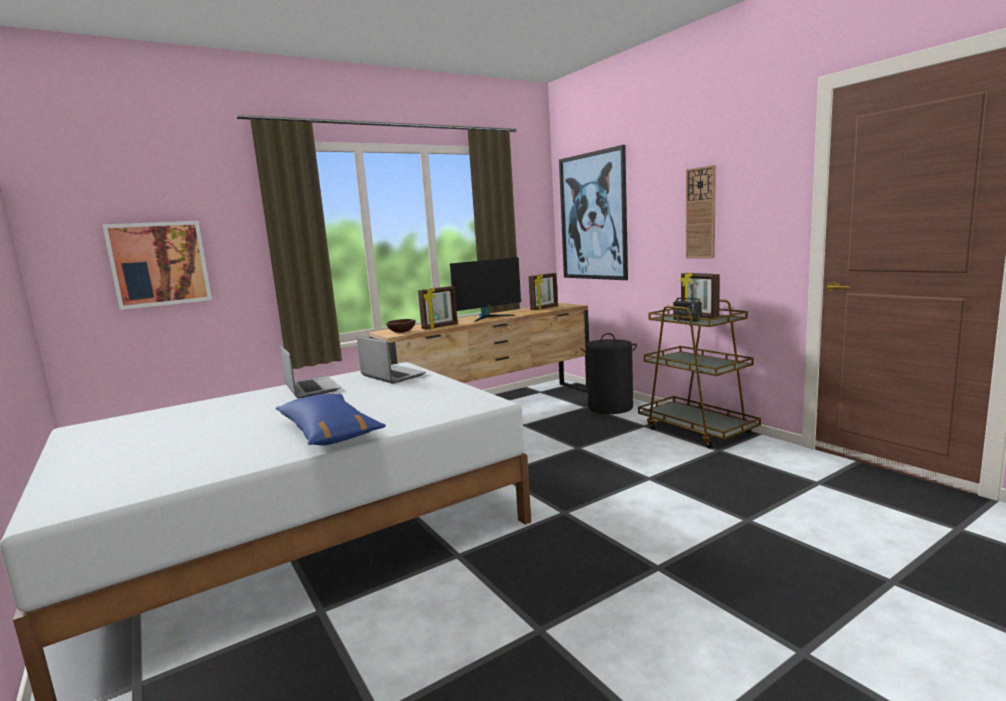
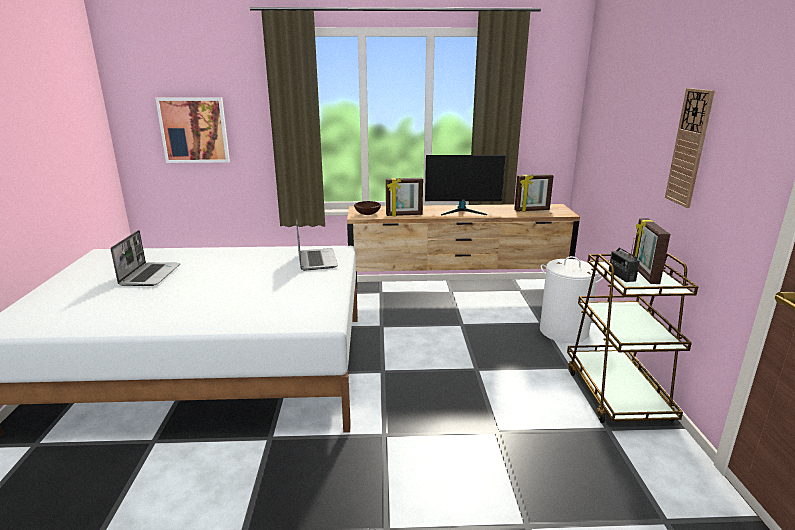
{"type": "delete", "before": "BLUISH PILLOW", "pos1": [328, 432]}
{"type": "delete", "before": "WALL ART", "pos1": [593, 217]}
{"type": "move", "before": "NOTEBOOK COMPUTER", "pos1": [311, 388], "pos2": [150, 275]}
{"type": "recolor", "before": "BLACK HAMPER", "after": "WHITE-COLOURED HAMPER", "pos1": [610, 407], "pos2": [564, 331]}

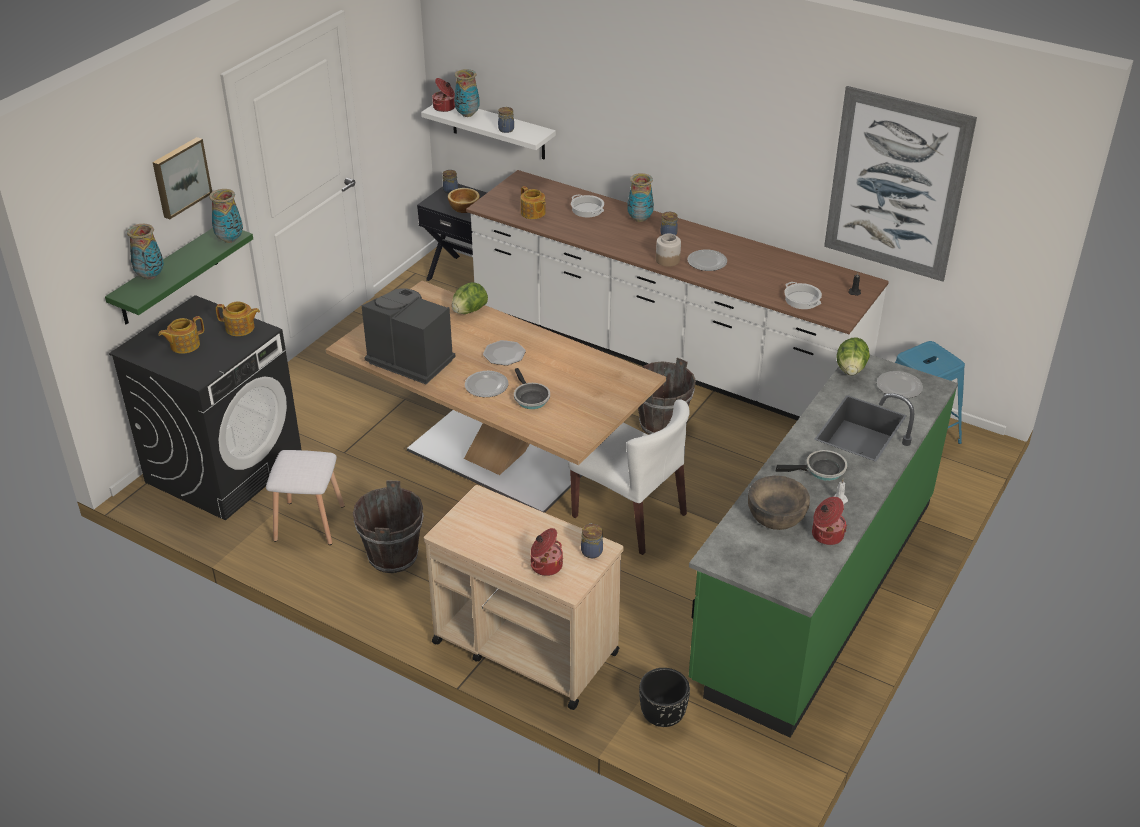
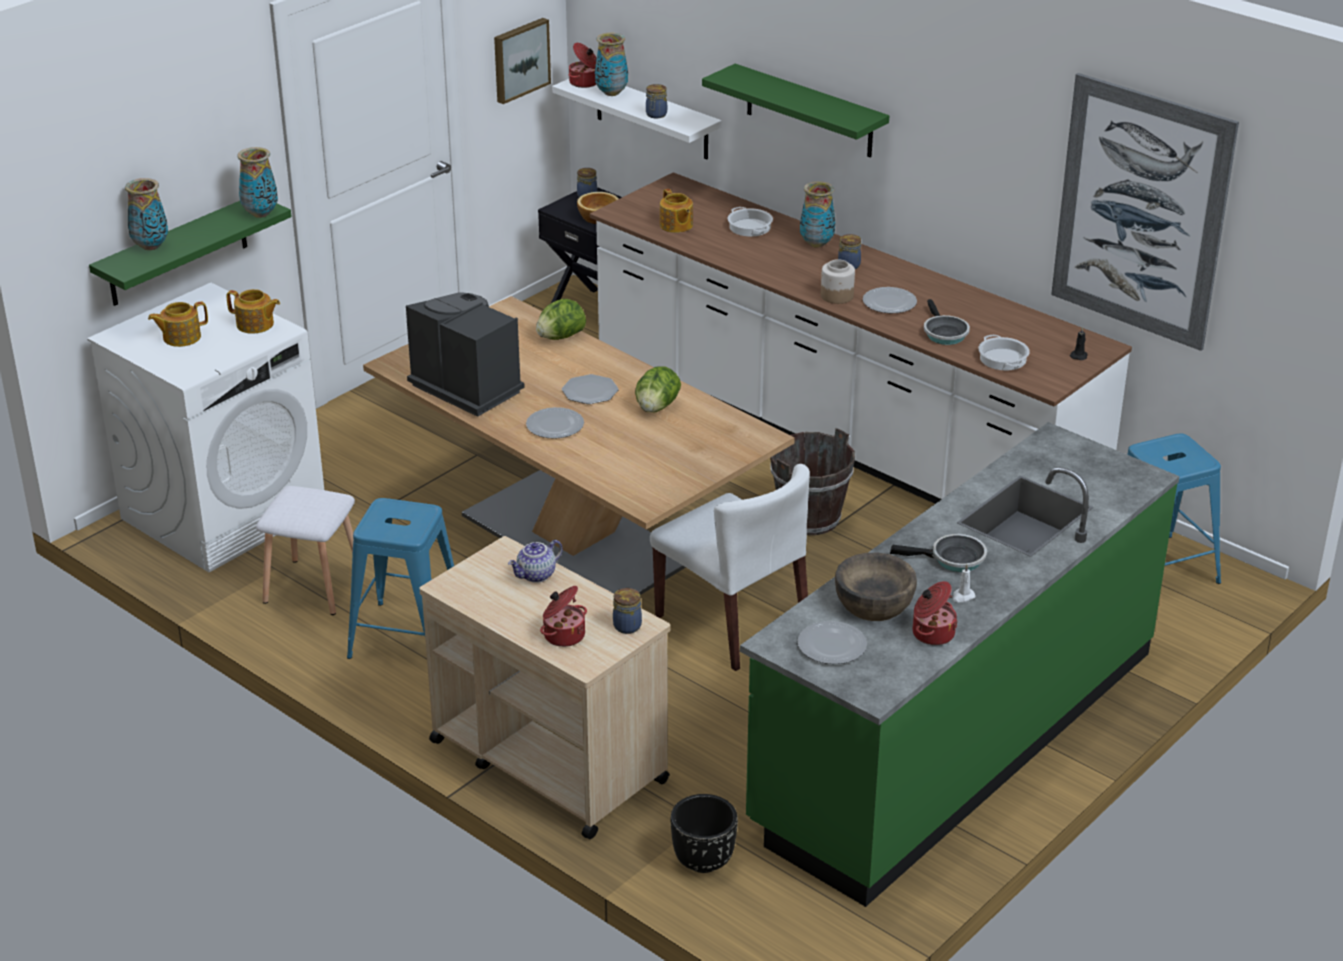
{"type": "insert", "after": "TEA POT", "pos2": [536, 575]}
{"type": "insert", "after": "GREENISH SHELF", "pos2": [809, 111]}
{"type": "move", "before": "WALL ART", "pos1": [180, 177], "pos2": [520, 59]}
{"type": "move", "before": "FRYING PAN", "pos1": [530, 398], "pos2": [944, 333]}
{"type": "move", "before": "LETTUCE HEAD", "pos1": [851, 369], "pos2": [657, 408]}
{"type": "move", "before": "FLAT DISH", "pos1": [899, 386], "pos2": [831, 645]}
{"type": "replace", "before": "BROWN-COLOURED PAIL", "after": "BLUISH STOOL", "pos1": [392, 556], "pos2": [408, 636]}
{"type": "recolor", "before": "BLACK WASHING MACHINE", "after": "WHITE-COLOURED WASHING MACHINE", "pos1": [225, 468], "pos2": [224, 512]}

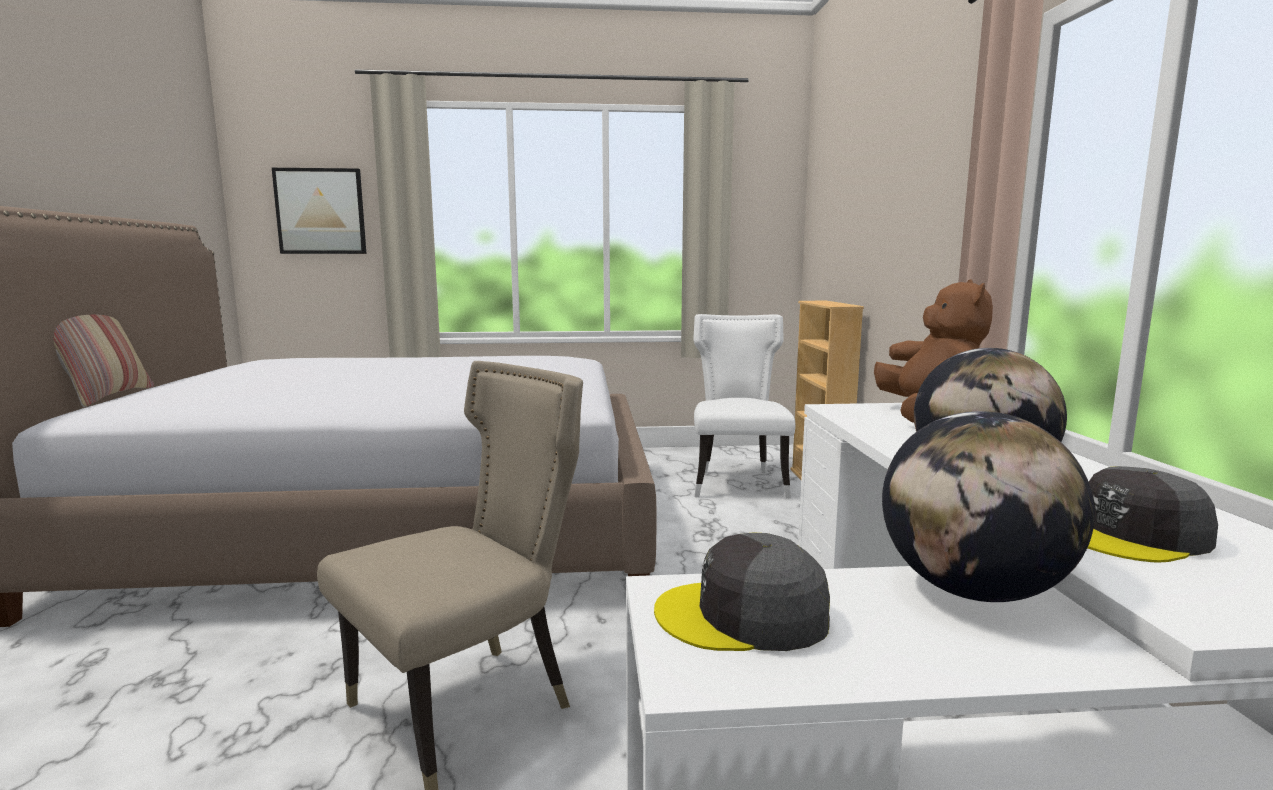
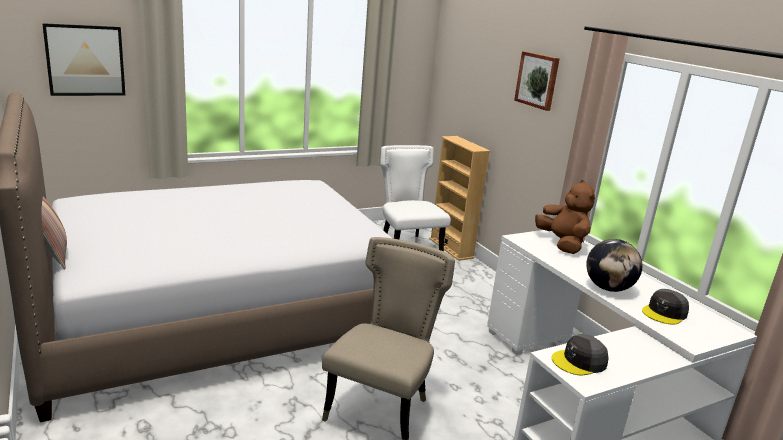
{"type": "delete", "before": "DESK GLOBE", "pos1": [972, 591]}
{"type": "insert", "after": "WALL ART", "pos2": [537, 80]}

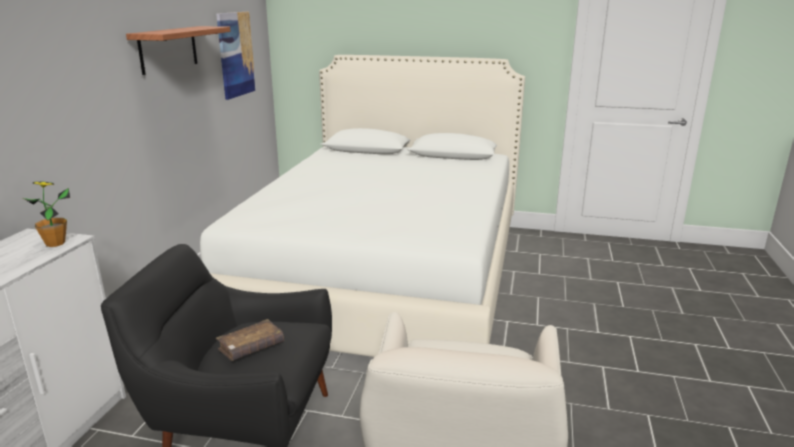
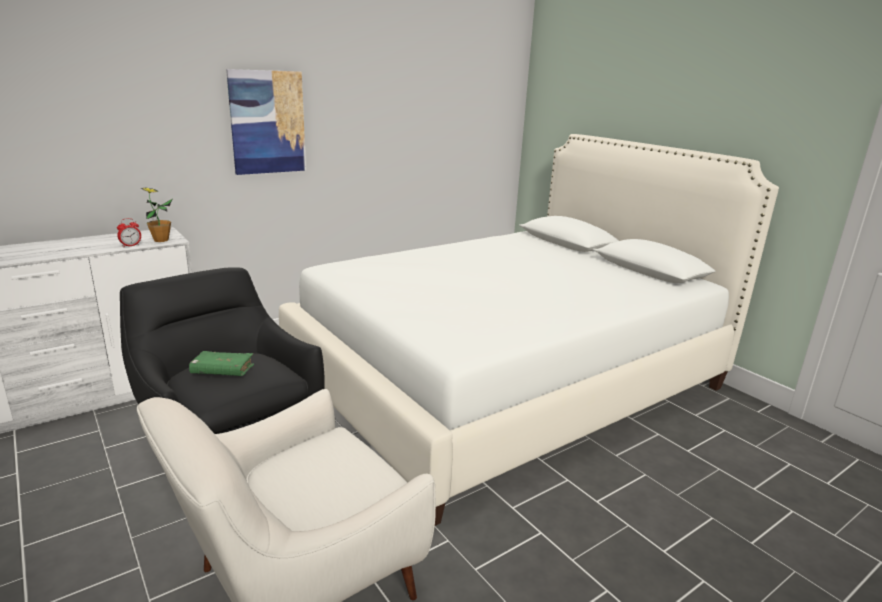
{"type": "delete", "before": "SHELF", "pos1": [168, 49]}
{"type": "insert", "after": "TABLE CLOCK", "pos2": [131, 245]}
{"type": "move", "before": "WALL ART", "pos1": [235, 54], "pos2": [267, 122]}
{"type": "recolor", "before": "BROWN-COLOURED BOOK", "after": "GREENISH BOOK", "pos1": [251, 347], "pos2": [222, 371]}

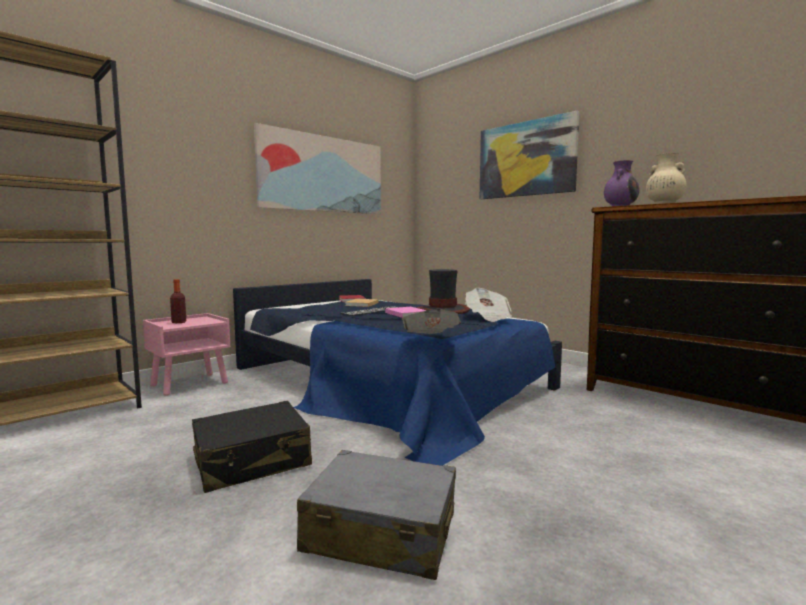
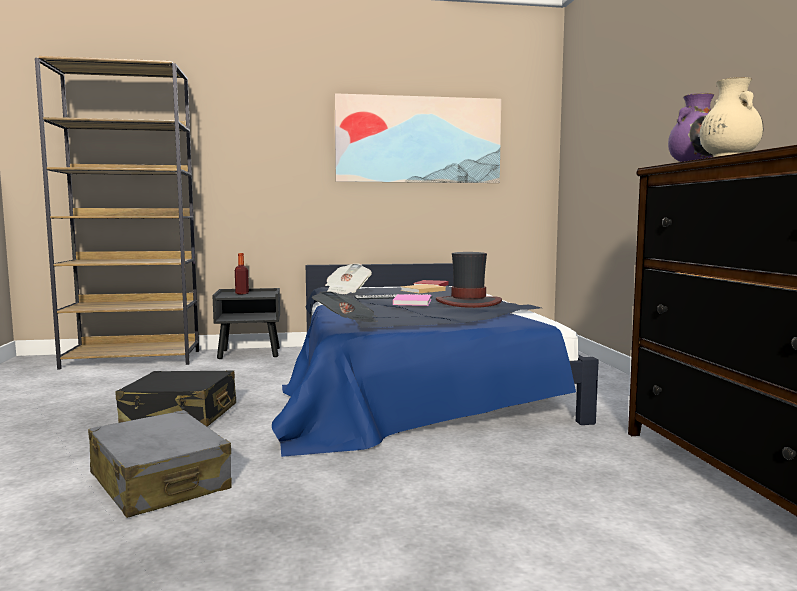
{"type": "delete", "before": "WALL ART", "pos1": [526, 159]}
{"type": "move", "before": "PRINTED PAPER", "pos1": [488, 317], "pos2": [346, 293]}
{"type": "recolor", "before": "PINK BEDSIDE TABLE", "after": "BLACK BEDSIDE TABLE", "pos1": [190, 384], "pos2": [250, 353]}

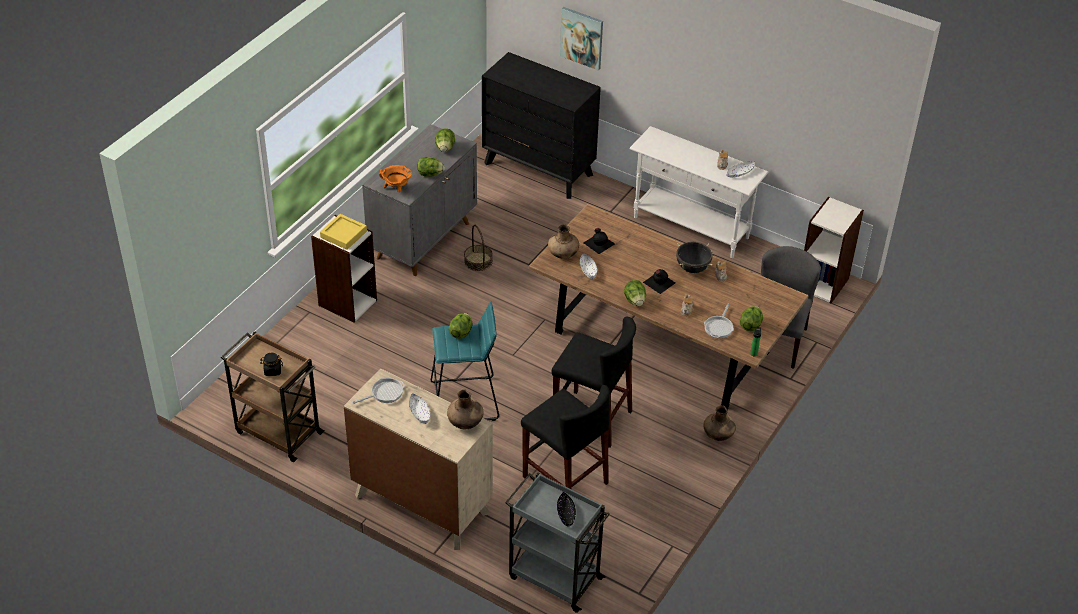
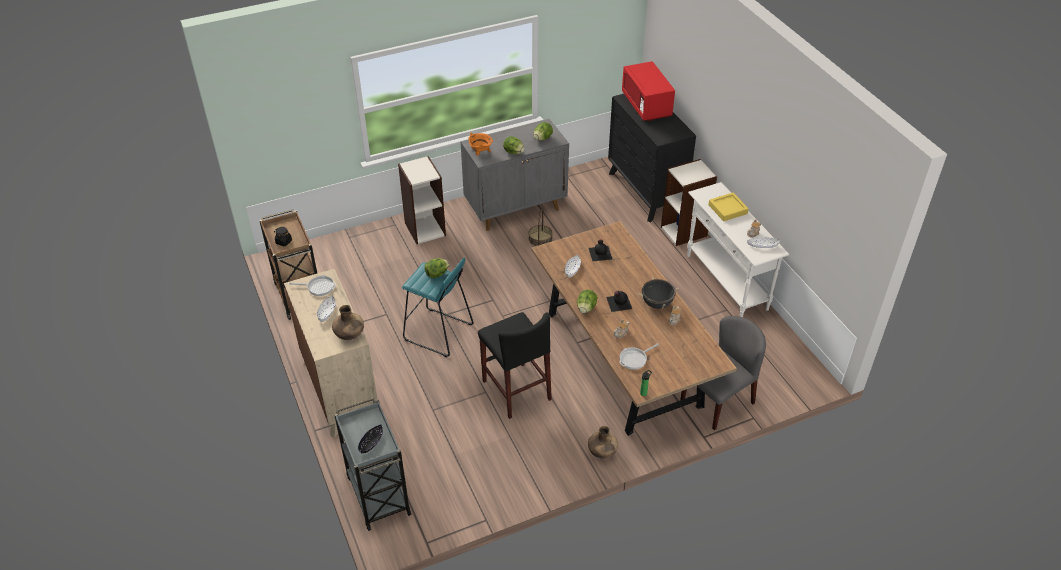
{"type": "delete", "before": "BLACK STOOL", "pos1": [565, 480]}
{"type": "delete", "before": "BROWN-COLOURED DECORATIVE VASE", "pos1": [563, 254]}
{"type": "delete", "before": "WALL ART", "pos1": [582, 37]}
{"type": "delete", "before": "LETTUCE HEAD", "pos1": [750, 325]}
{"type": "insert", "after": "RED-COLOURED MICROWAVE OVEN", "pos2": [646, 105]}
{"type": "move", "before": "YELLOW SERVING TRAY", "pos1": [343, 234], "pos2": [727, 209]}
{"type": "move", "before": "SHELVING UNIT", "pos1": [823, 283], "pos2": [684, 231]}

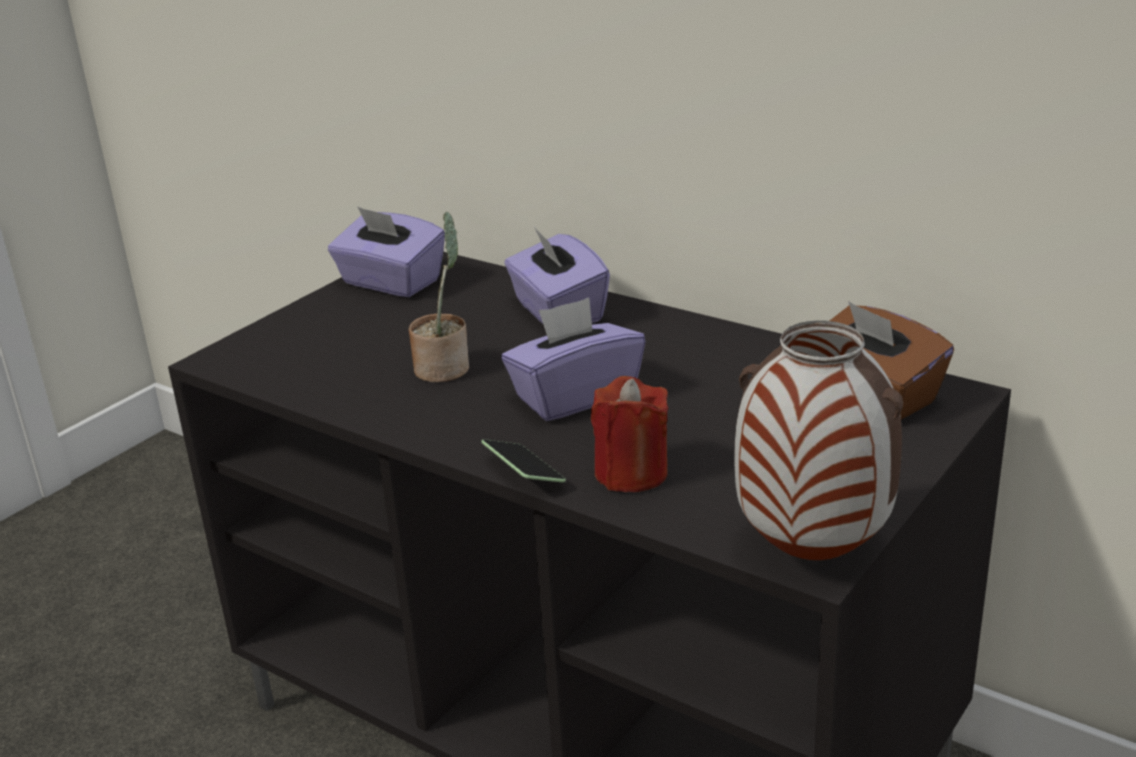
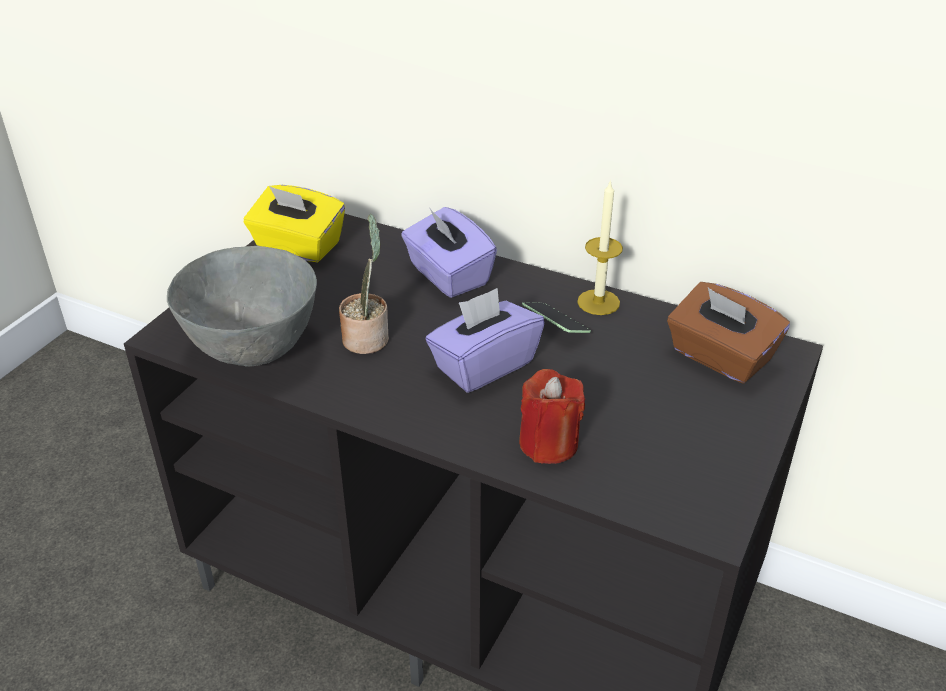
{"type": "delete", "before": "DECORATIVE VASE", "pos1": [814, 554]}
{"type": "insert", "after": "GRAY SERVING BOWL", "pos2": [255, 349]}
{"type": "insert", "after": "WAX CANDLE", "pos2": [598, 302]}
{"type": "move", "before": "TELEPHONE", "pos1": [523, 473], "pos2": [555, 326]}
{"type": "recolor", "before": "PURPLISH BOX OF TISSUES", "after": "YELLOW BOX OF TISSUES", "pos1": [390, 283], "pos2": [297, 246]}

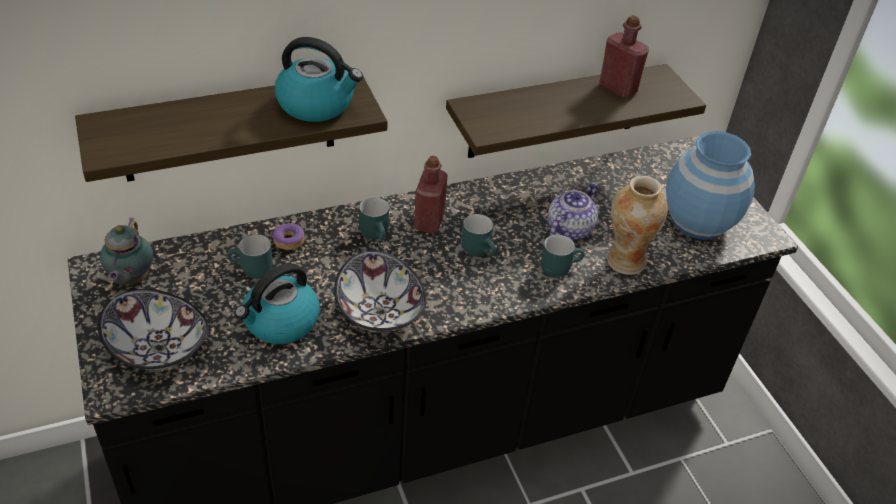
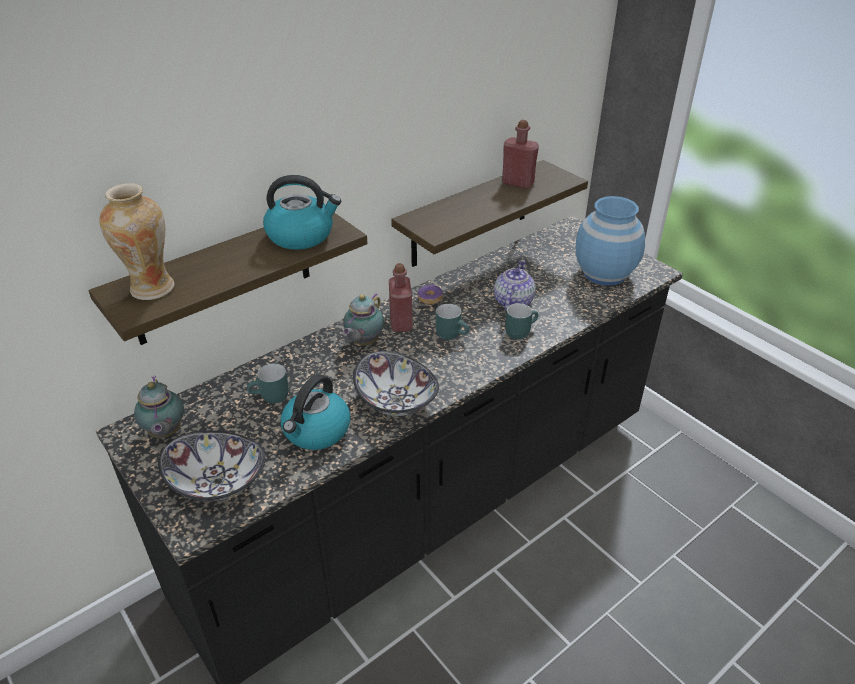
{"type": "move", "before": "DONUT", "pos1": [288, 241], "pos2": [430, 298]}
{"type": "move", "before": "DECORATIVE VASE", "pos1": [625, 261], "pos2": [151, 288]}
{"type": "replace", "before": "TURQUOISE MUG", "after": "TEA POT", "pos1": [377, 234], "pos2": [363, 342]}

